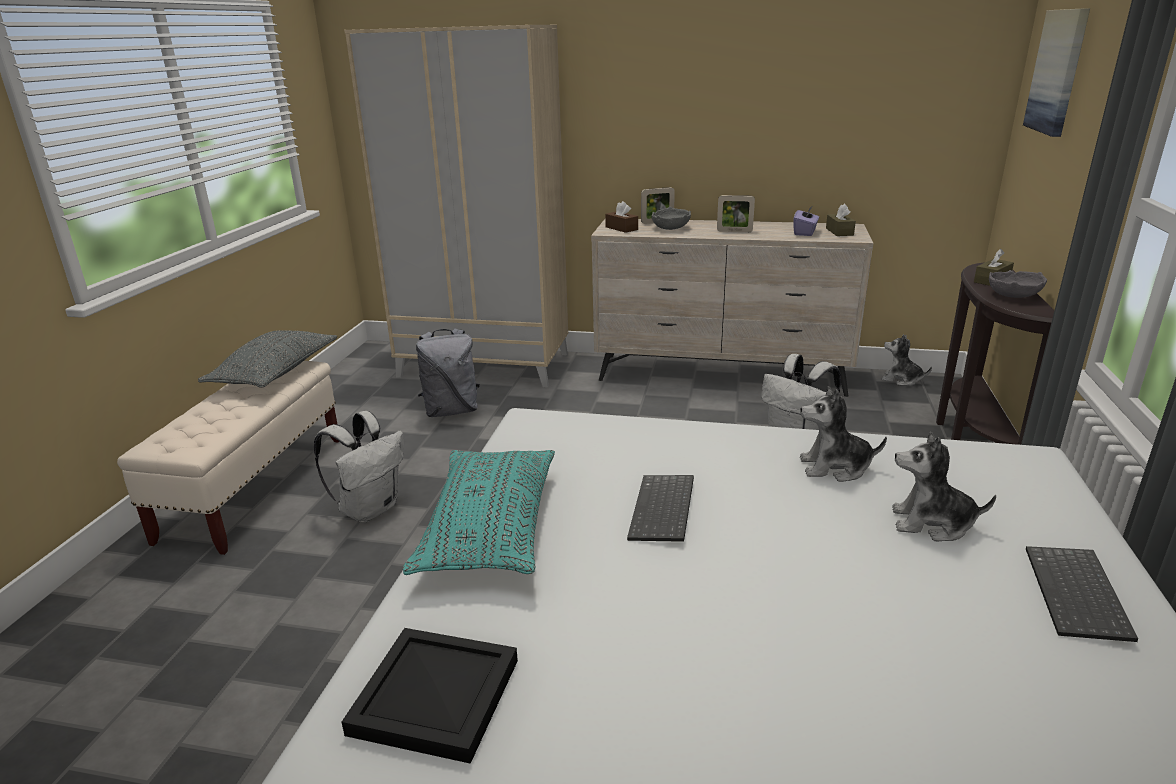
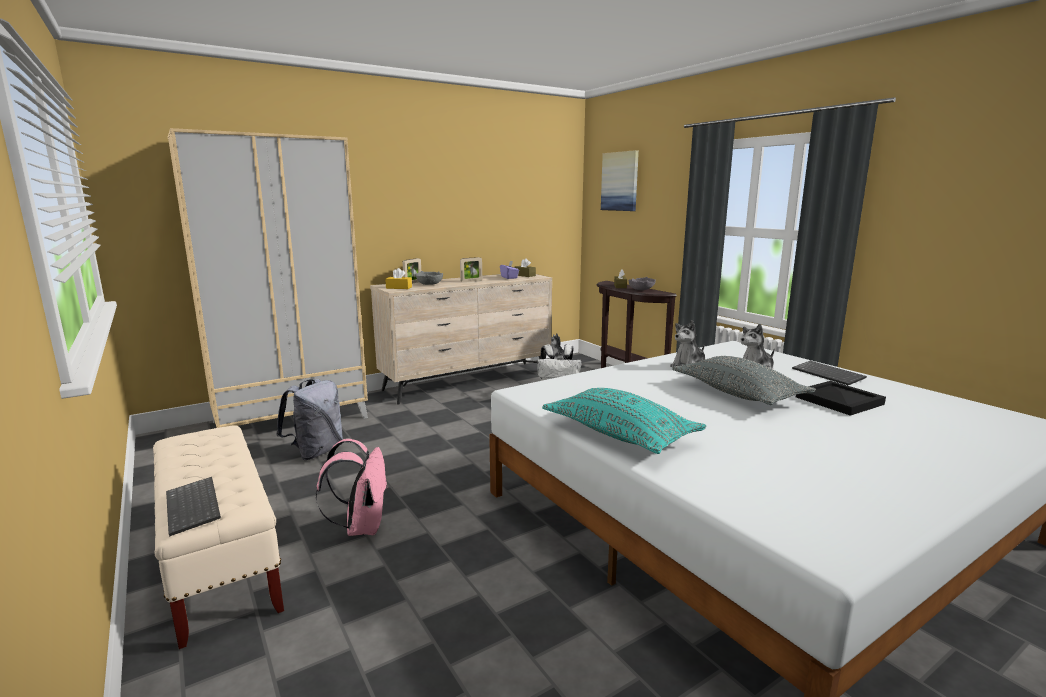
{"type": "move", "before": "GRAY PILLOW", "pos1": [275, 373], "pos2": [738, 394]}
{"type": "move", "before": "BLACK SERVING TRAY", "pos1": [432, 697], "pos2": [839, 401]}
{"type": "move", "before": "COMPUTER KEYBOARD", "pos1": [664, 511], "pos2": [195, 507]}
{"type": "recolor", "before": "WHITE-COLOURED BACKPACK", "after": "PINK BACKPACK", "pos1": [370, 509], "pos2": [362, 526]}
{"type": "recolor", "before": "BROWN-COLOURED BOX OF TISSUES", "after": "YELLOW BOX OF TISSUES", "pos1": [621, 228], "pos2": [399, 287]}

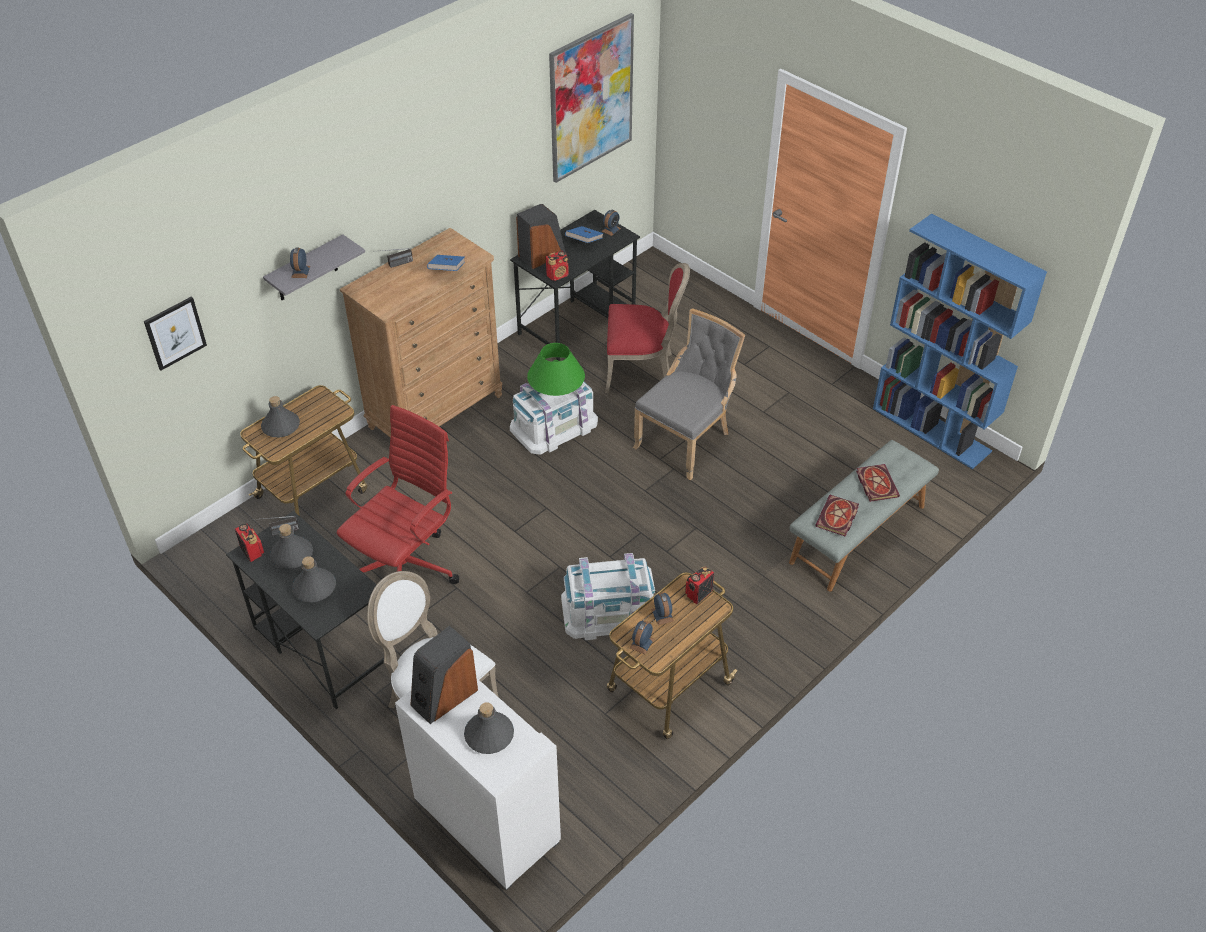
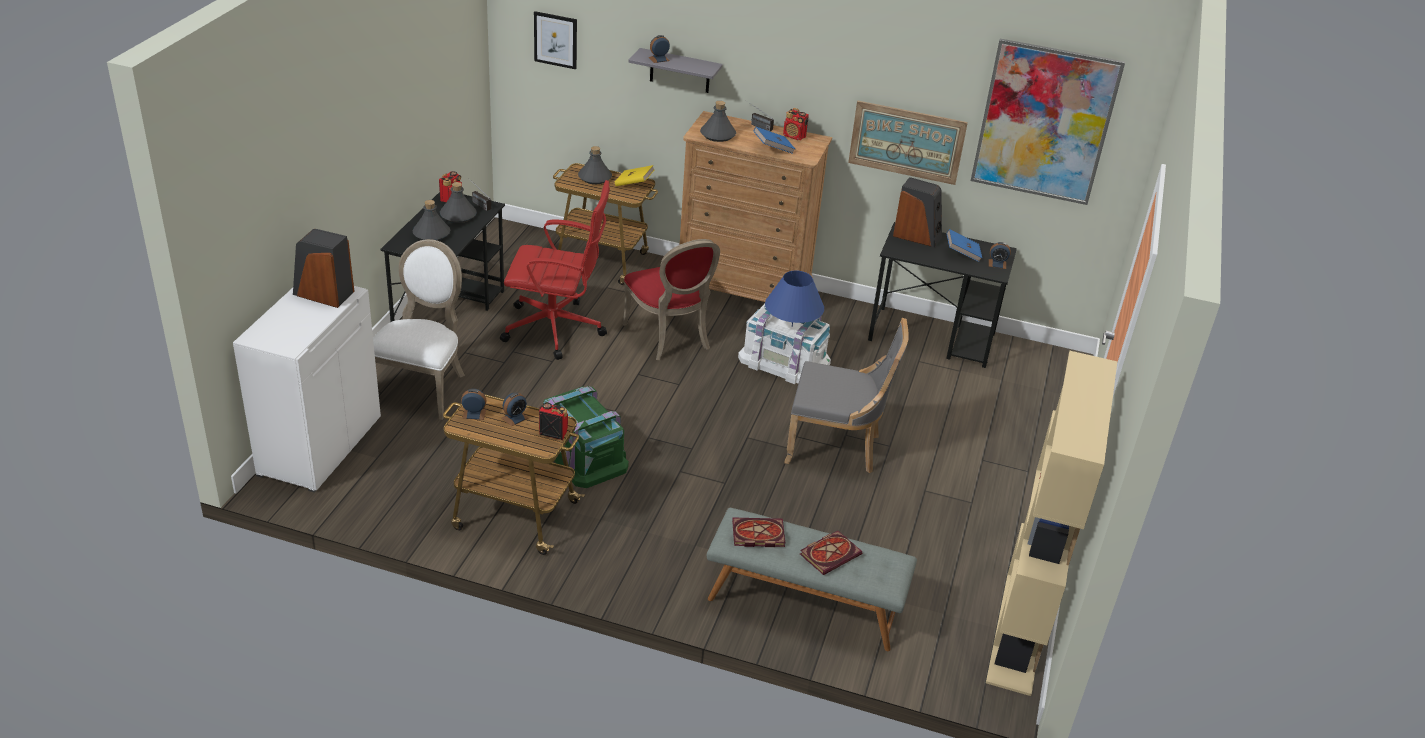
{"type": "insert", "after": "YELLOW BOOK", "pos2": [634, 184]}
{"type": "insert", "after": "WALL ART", "pos2": [906, 142]}
{"type": "move", "before": "GRAY DRINK BOTTLE", "pos1": [489, 734], "pos2": [718, 135]}
{"type": "move", "before": "RADIO SET", "pos1": [558, 275], "pos2": [794, 136]}
{"type": "move", "before": "RED-COLOURED CHAIR", "pos1": [642, 370], "pos2": [671, 337]}
{"type": "recolor", "before": "GREENISH TABLE LAMP", "after": "BLUISH TABLE LAMP", "pos1": [557, 393], "pos2": [792, 326]}
{"type": "recolor", "before": "WHITE-COLOURED STORAGE CONTAINER", "after": "GREENISH STORAGE CONTAINER", "pos1": [608, 611], "pos2": [582, 454]}
{"type": "recolor", "before": "BLUISH SHELVING UNIT", "after": "SAND-COLOURED SHELVING UNIT", "pos1": [932, 430], "pos2": [1019, 633]}

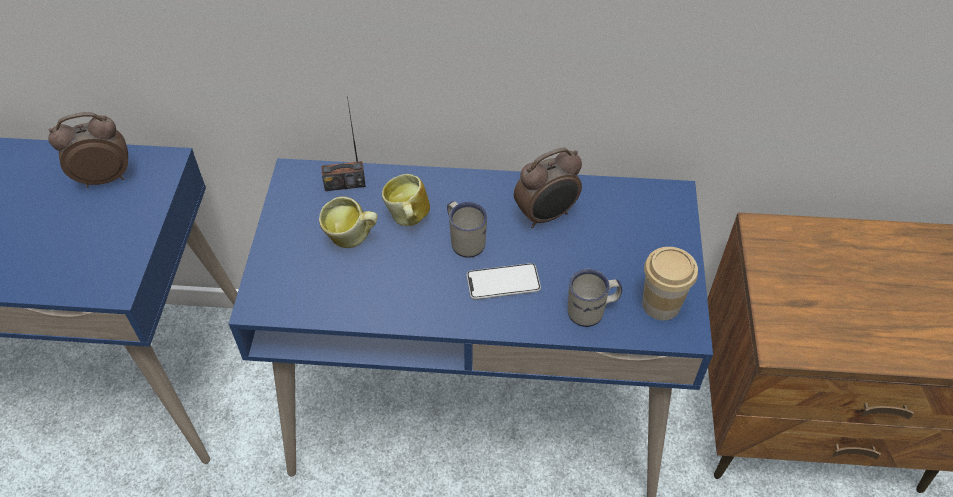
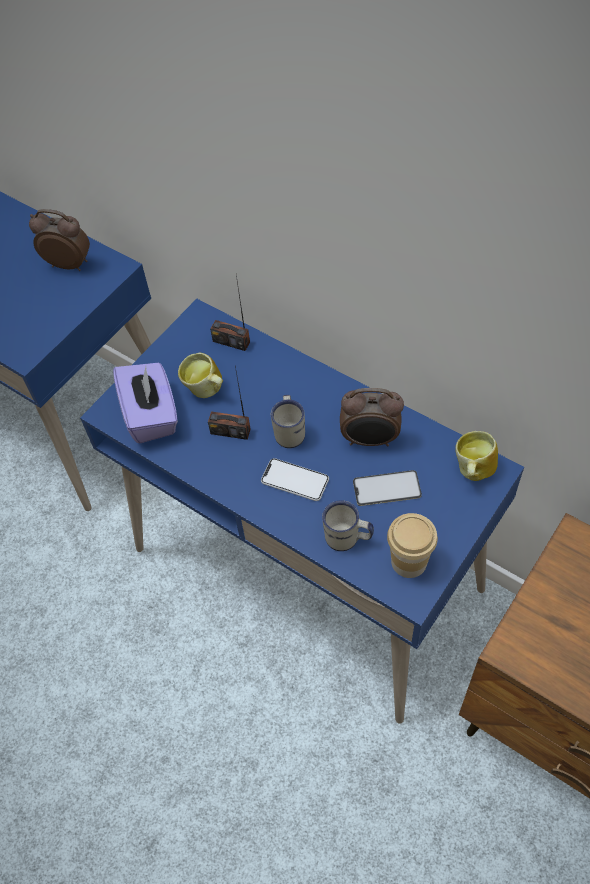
{"type": "insert", "after": "PURPLISH BOX OF TISSUES", "pos2": [151, 415]}
{"type": "insert", "after": "RADIO SET", "pos2": [230, 431]}
{"type": "insert", "after": "TELEPHONE", "pos2": [387, 488]}
{"type": "move", "before": "MUG", "pos1": [407, 219], "pos2": [472, 471]}

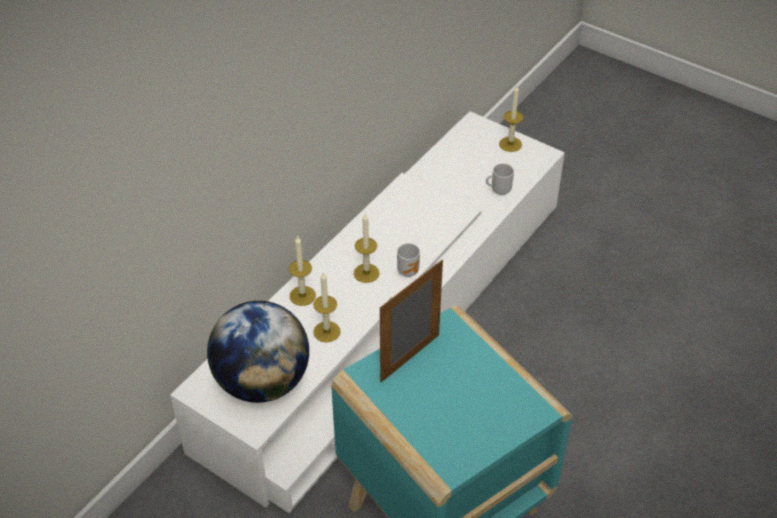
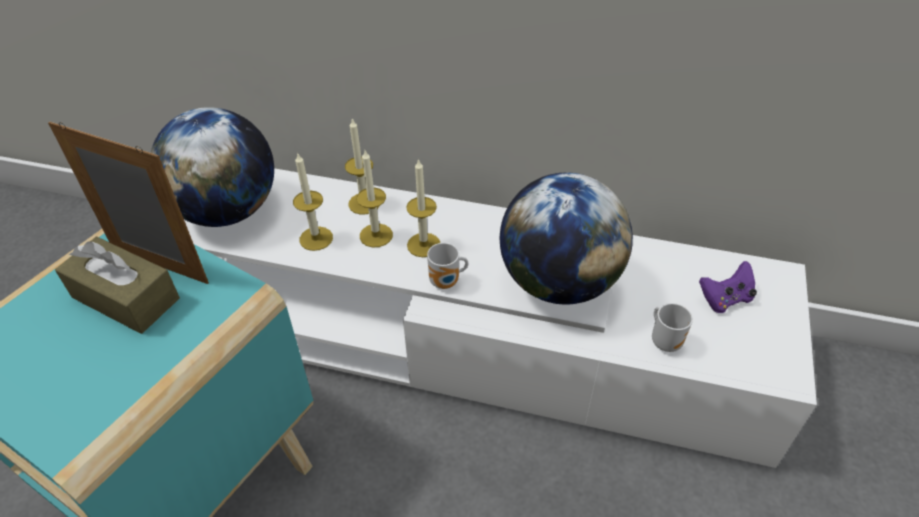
{"type": "insert", "after": "BROWN-COLOURED BOX OF TISSUES", "pos2": [126, 298]}
{"type": "insert", "after": "DESK GLOBE", "pos2": [558, 282]}
{"type": "insert", "after": "PURPLISH GAME CONTROLLER", "pos2": [725, 299]}
{"type": "move", "before": "WAX CANDLE", "pos1": [510, 144], "pos2": [376, 235]}

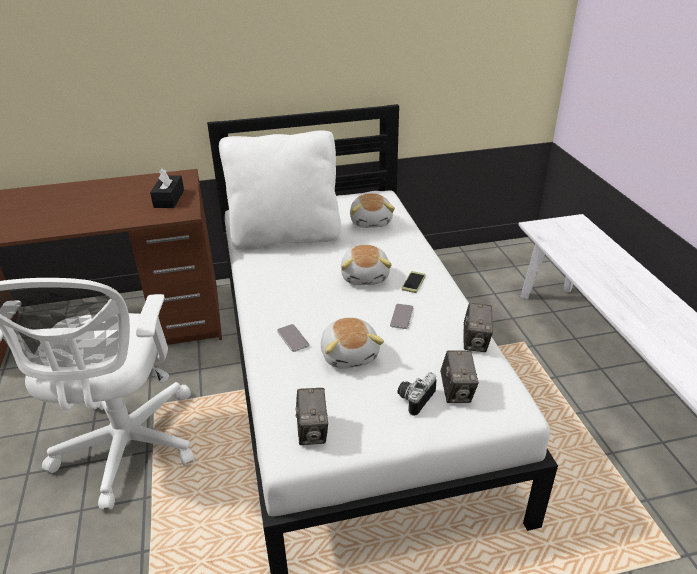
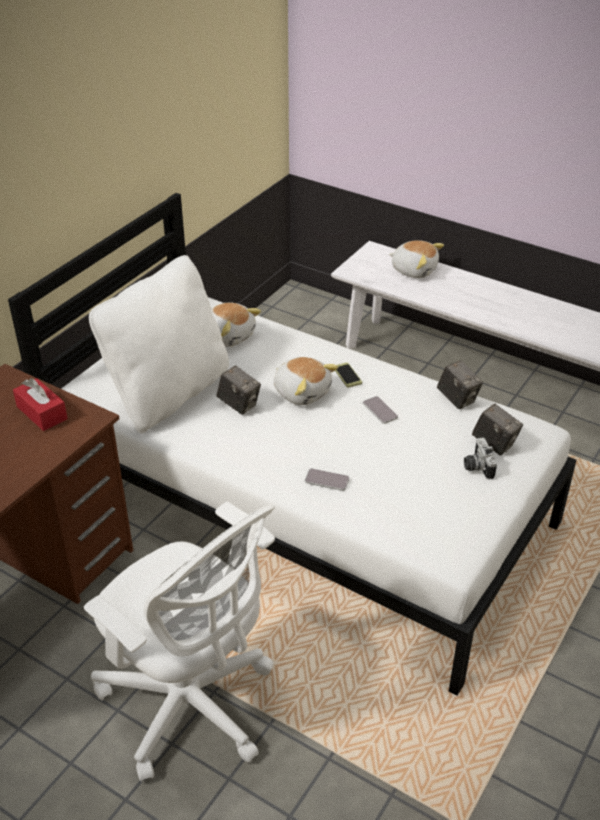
{"type": "move", "before": "PHOTO CAMERA", "pos1": [312, 432], "pos2": [239, 404]}
{"type": "move", "before": "CUDDLY TOY", "pos1": [350, 354], "pos2": [414, 270]}
{"type": "recolor", "before": "BLACK BOX OF TISSUES", "after": "RED-COLOURED BOX OF TISSUES", "pos1": [169, 199], "pos2": [42, 413]}

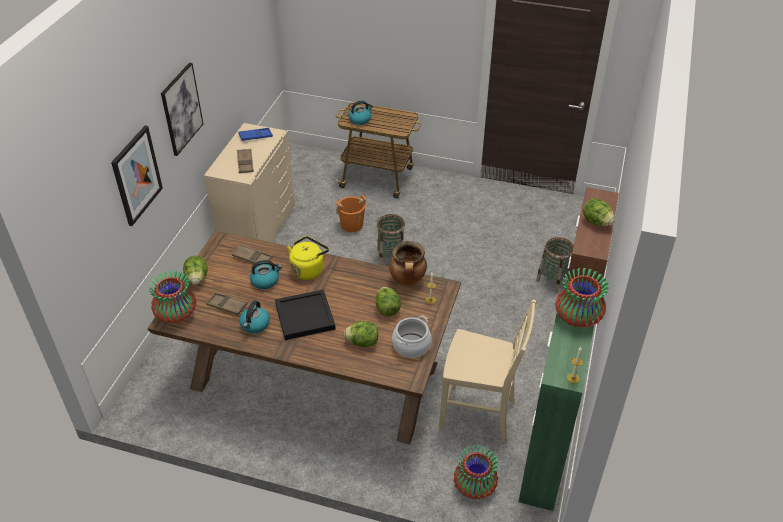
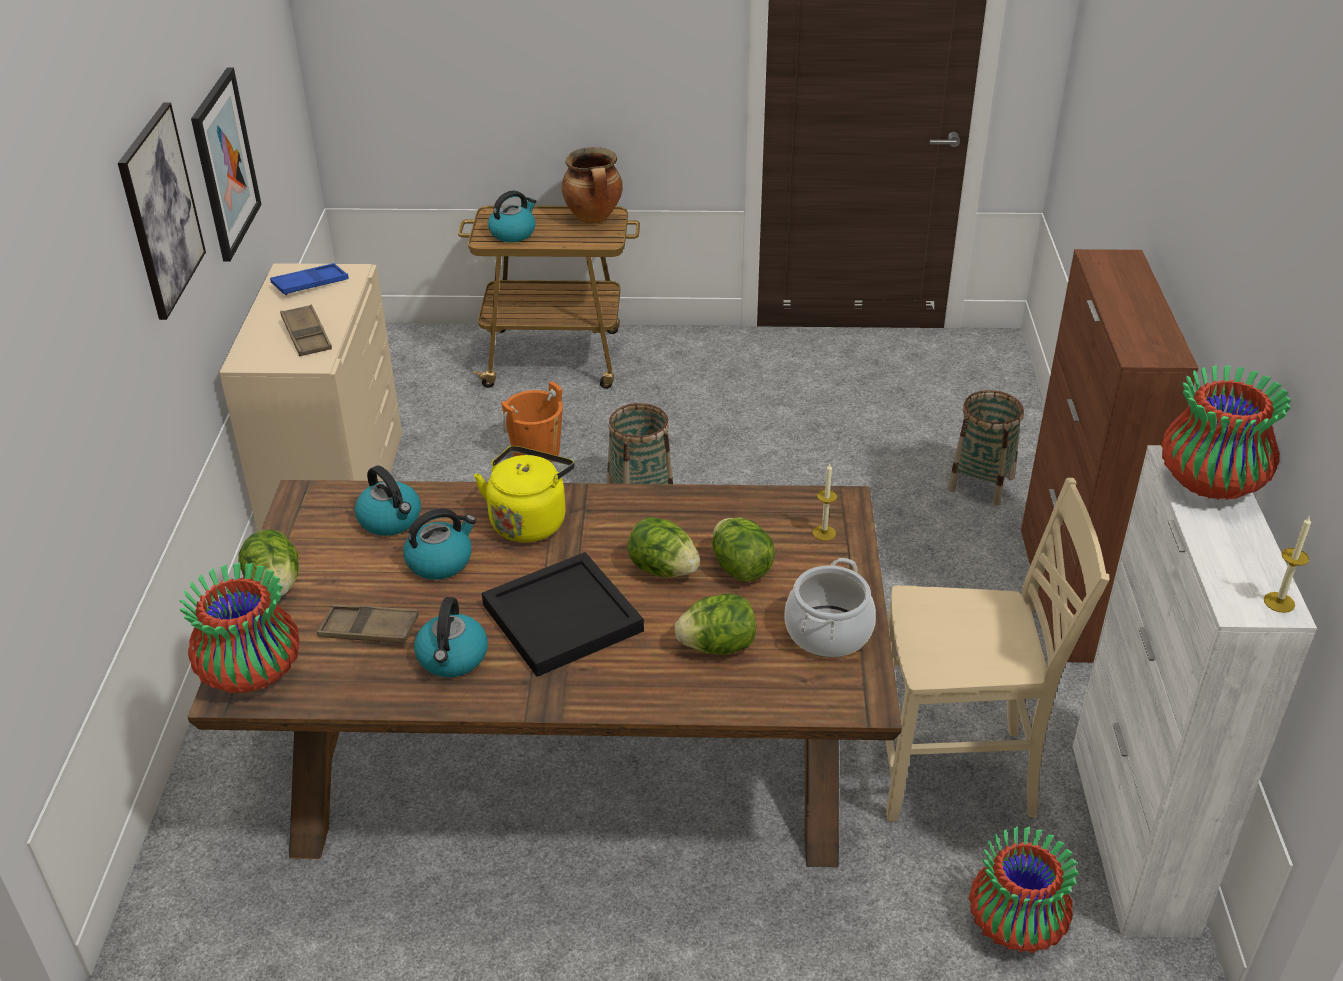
{"type": "move", "before": "WALL ART", "pos1": [136, 175], "pos2": [224, 164]}
{"type": "move", "before": "STOCKPOT", "pos1": [408, 281], "pos2": [594, 218]}
{"type": "move", "before": "LETTUCE HEAD", "pos1": [597, 222], "pos2": [663, 569]}
{"type": "replace", "before": "BROWN-COLOURED SERVING TRAY", "after": "TEA KETTLE", "pos1": [252, 258], "pos2": [391, 520]}
{"type": "recolor", "before": "GREENISH CUPBOARD", "after": "WHITE-COLOURED CUPBOARD", "pos1": [544, 461], "pos2": [1132, 837]}

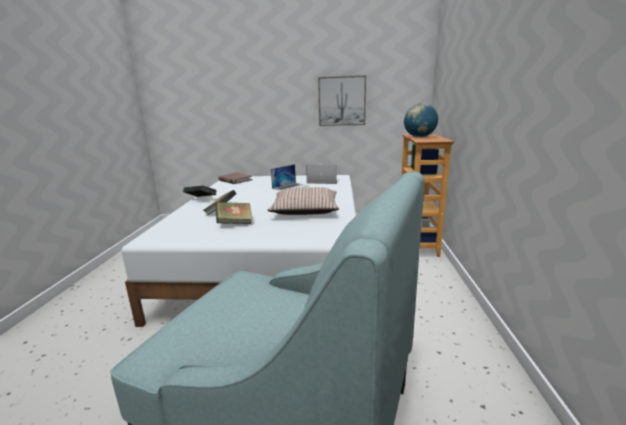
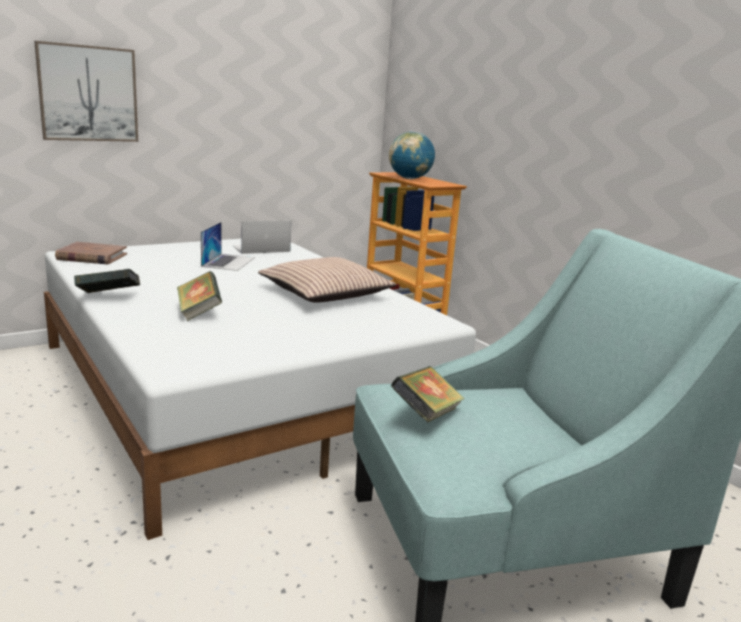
{"type": "move", "before": "BOOK", "pos1": [235, 223], "pos2": [426, 414]}
{"type": "move", "before": "WALL ART", "pos1": [342, 101], "pos2": [88, 93]}

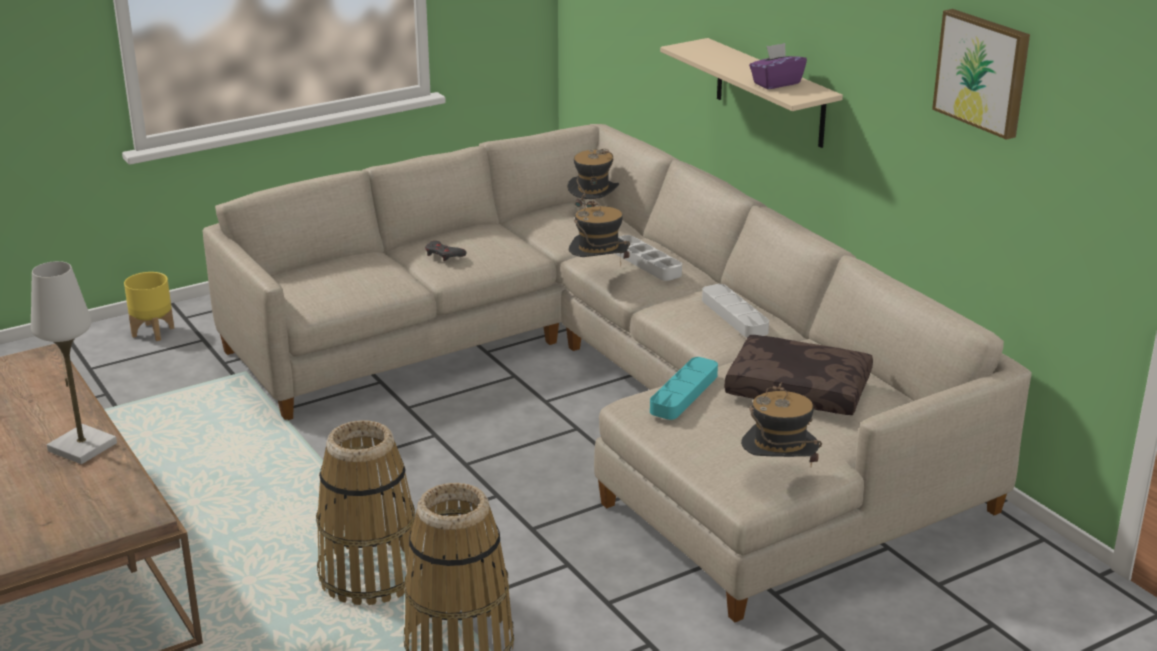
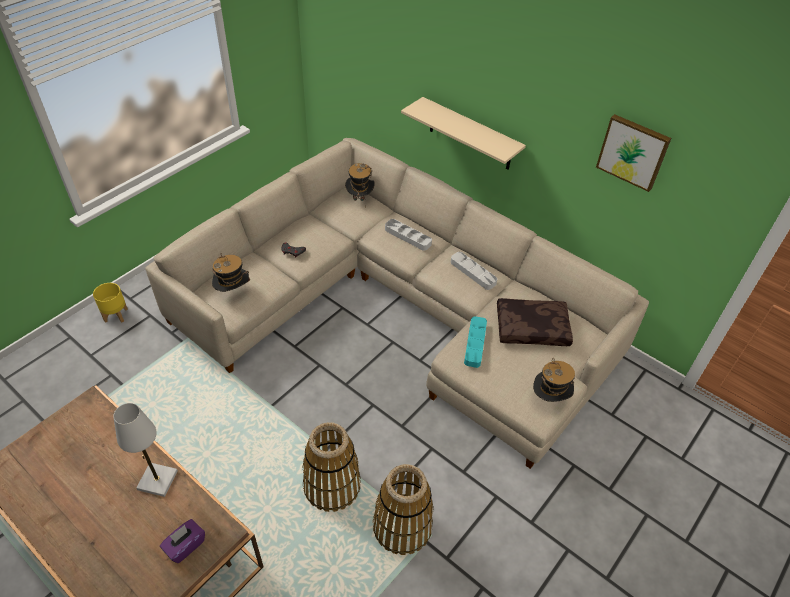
{"type": "move", "before": "HAT", "pos1": [598, 275], "pos2": [233, 292]}
{"type": "move", "before": "PURPLISH BOX OF TISSUES", "pos1": [776, 83], "pos2": [185, 546]}

